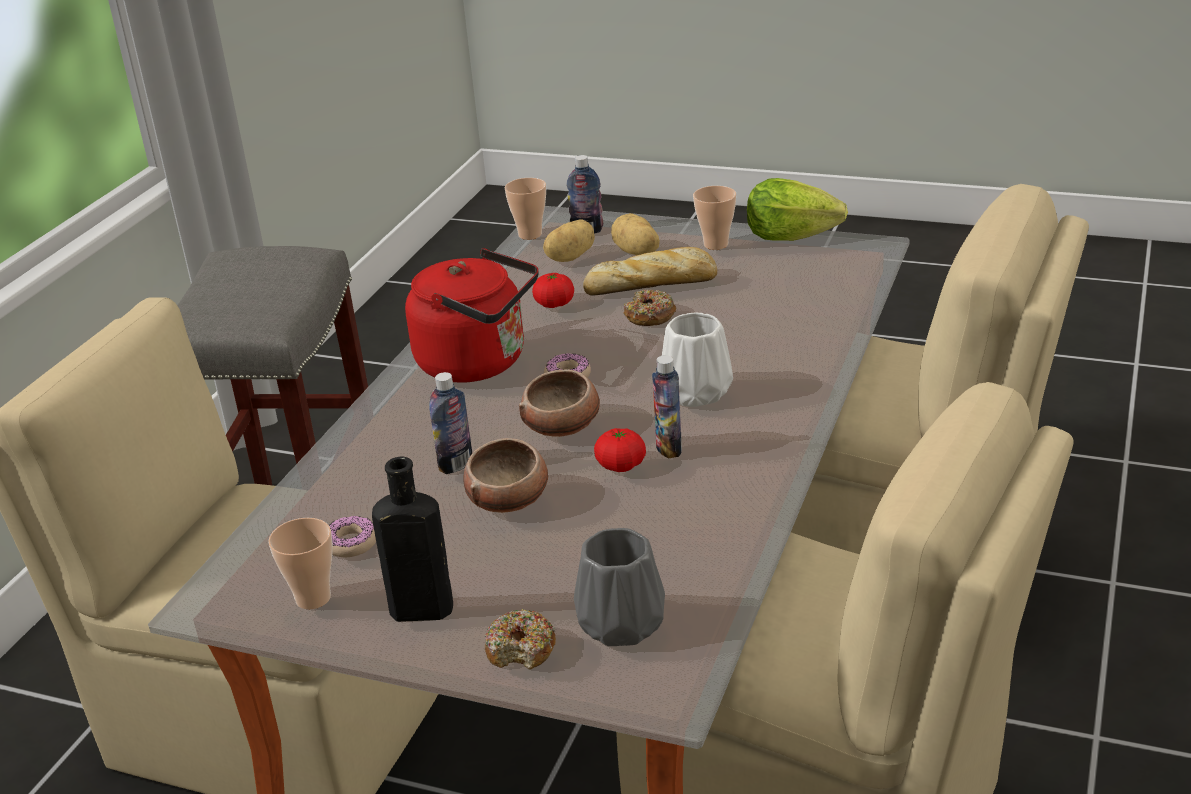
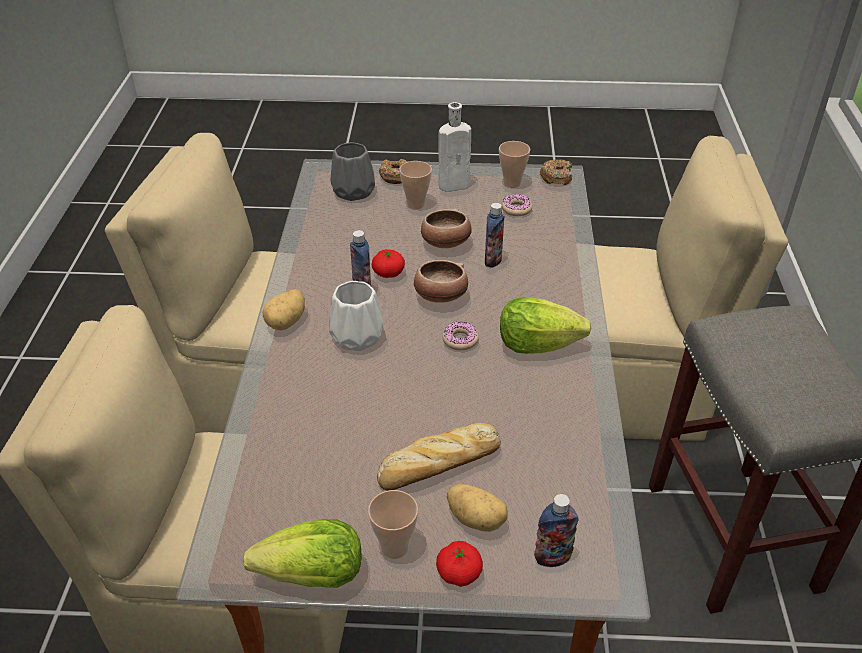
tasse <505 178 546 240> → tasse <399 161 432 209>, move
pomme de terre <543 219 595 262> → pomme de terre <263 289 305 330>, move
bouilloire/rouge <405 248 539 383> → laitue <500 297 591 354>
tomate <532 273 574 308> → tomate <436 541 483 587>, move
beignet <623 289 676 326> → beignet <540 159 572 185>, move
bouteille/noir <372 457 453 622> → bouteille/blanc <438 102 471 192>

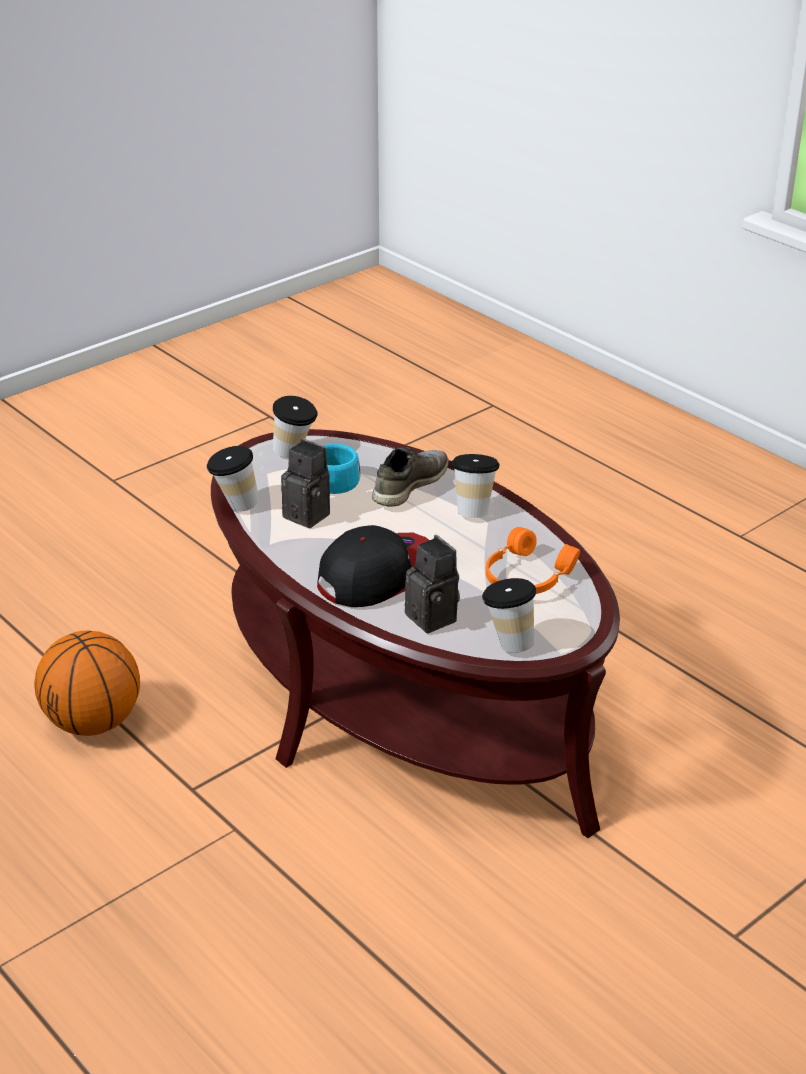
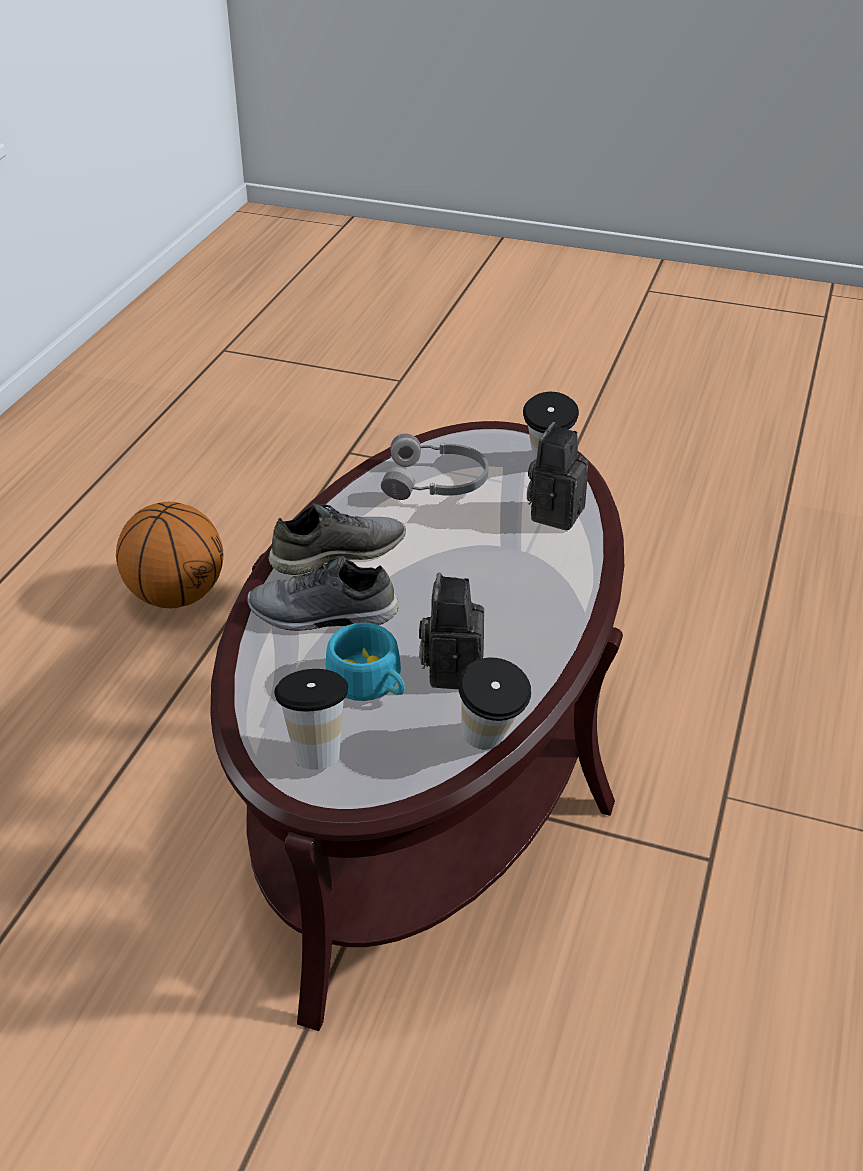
tasse <452 454 500 518> → chaussure/gris <268 503 406 575>
casquette <317 525 429 607> → -
casque audio/orange <486 527 580 594> → casque audio/gris <381 433 489 500>
ballon de basket <34 631 140 736> → ballon de basket <116 502 223 608>, move

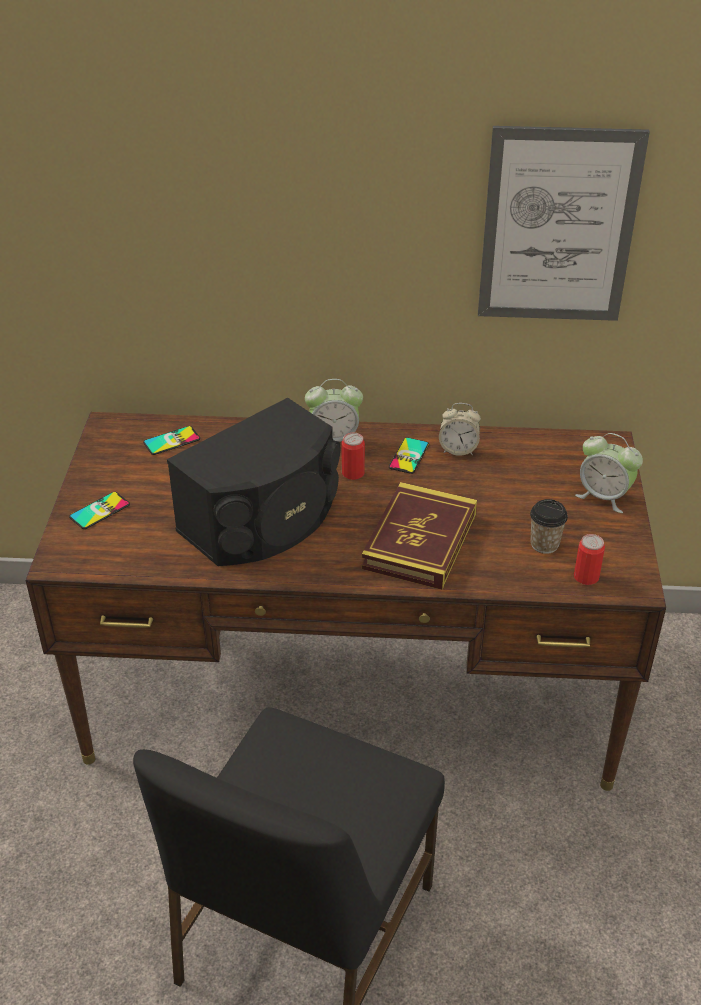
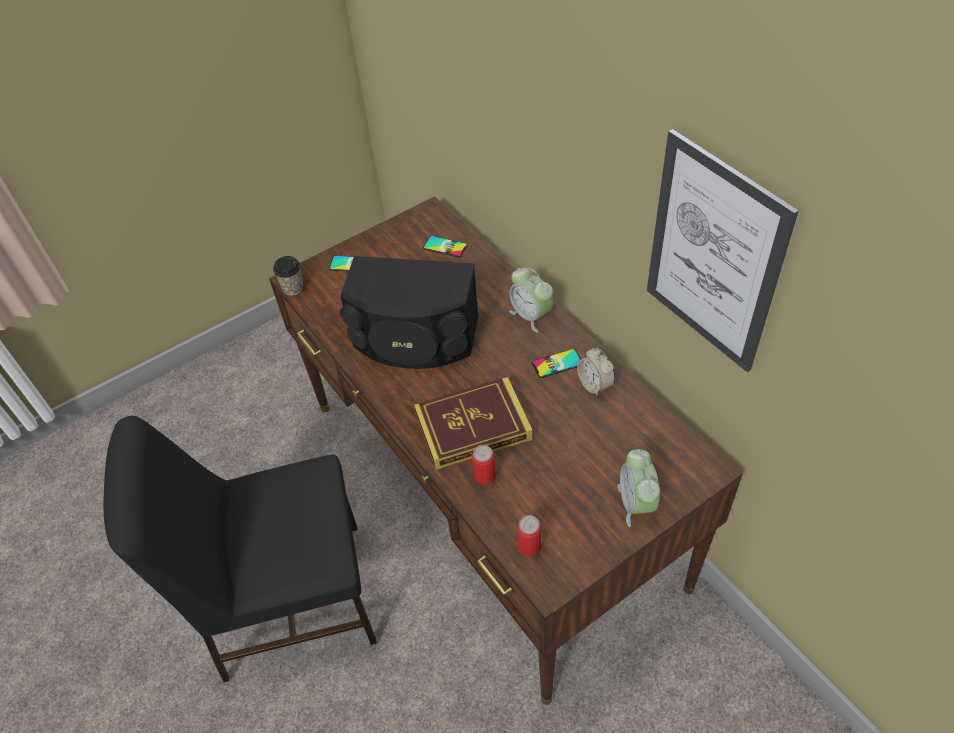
boîte métallique <342 433 365 480> → boîte métallique <472 445 496 485>, move
tasse <530 499 568 554> → tasse <273 256 303 296>, move

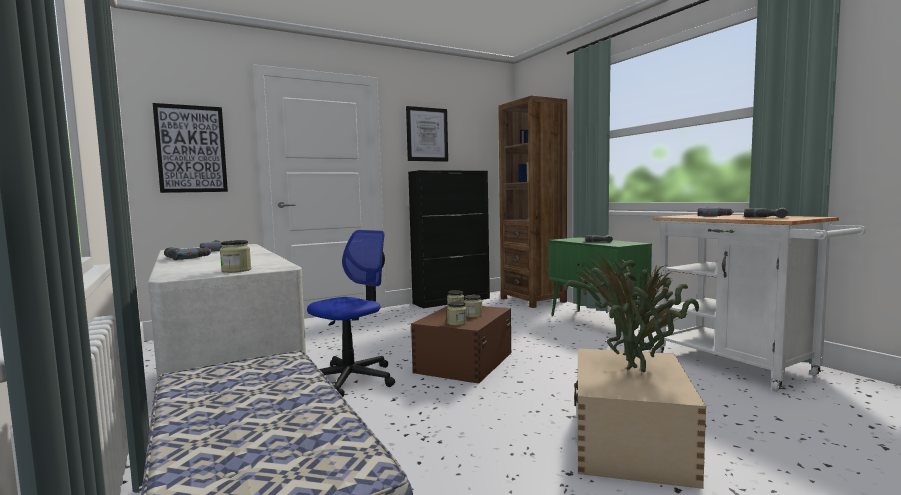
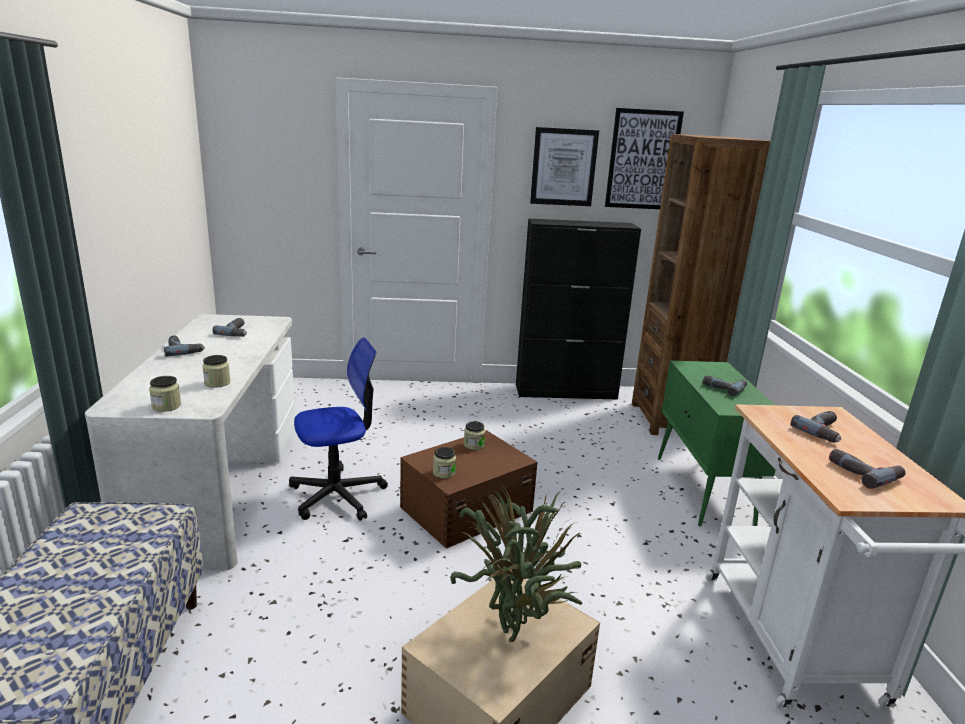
tableau <153 103 228 193> → tableau <605 108 684 209>, move
bocal <464 295 482 318> → bocal <202 355 231 388>, move

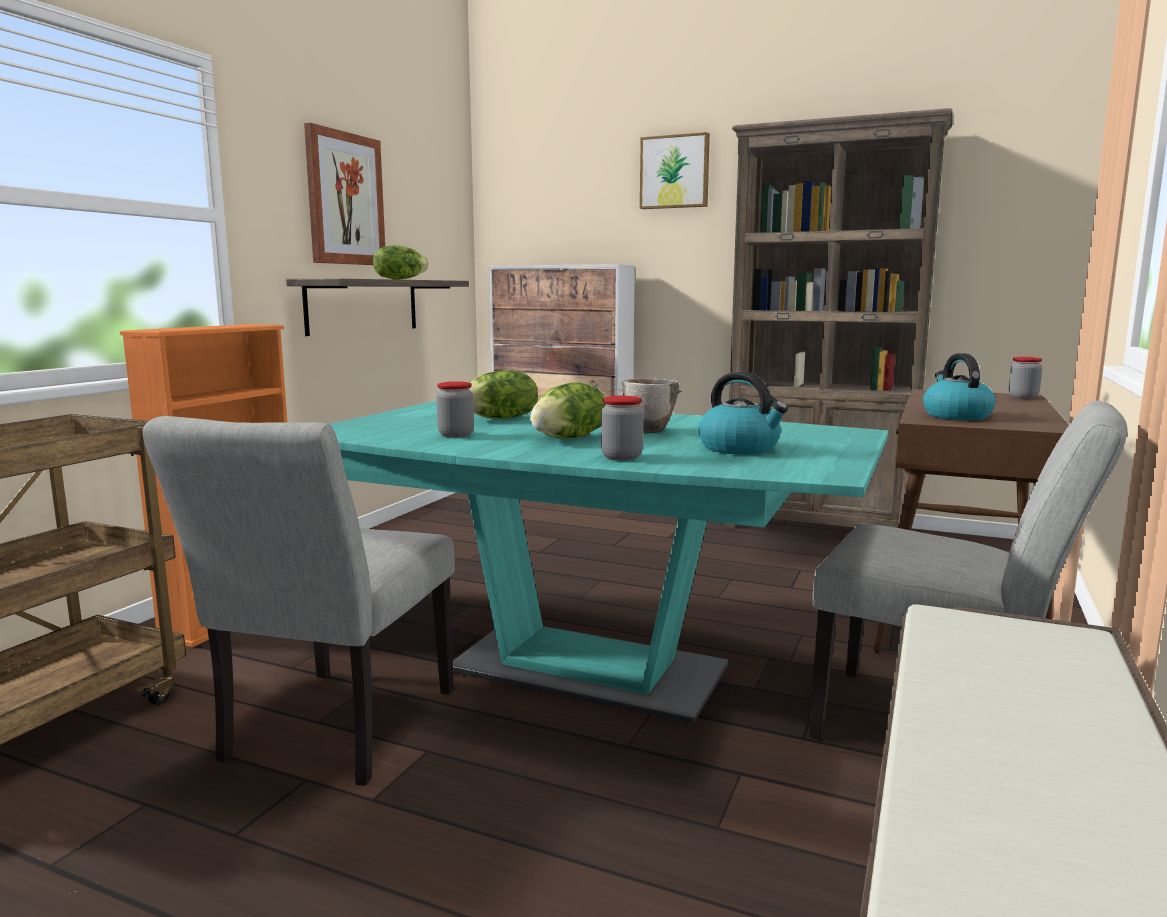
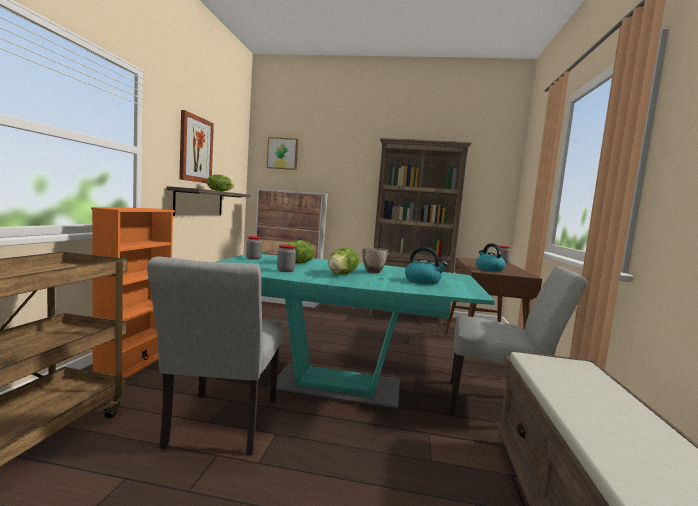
tableau <640 132 710 209> → tableau <267 137 298 170>, move
bocal <601 395 643 461> → bocal <246 236 262 260>, move

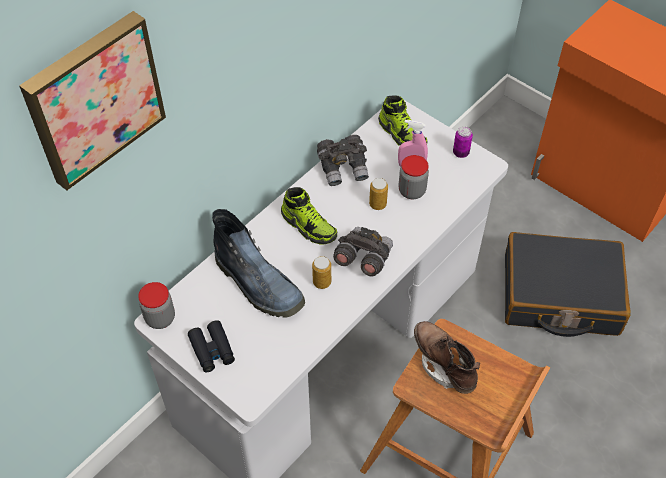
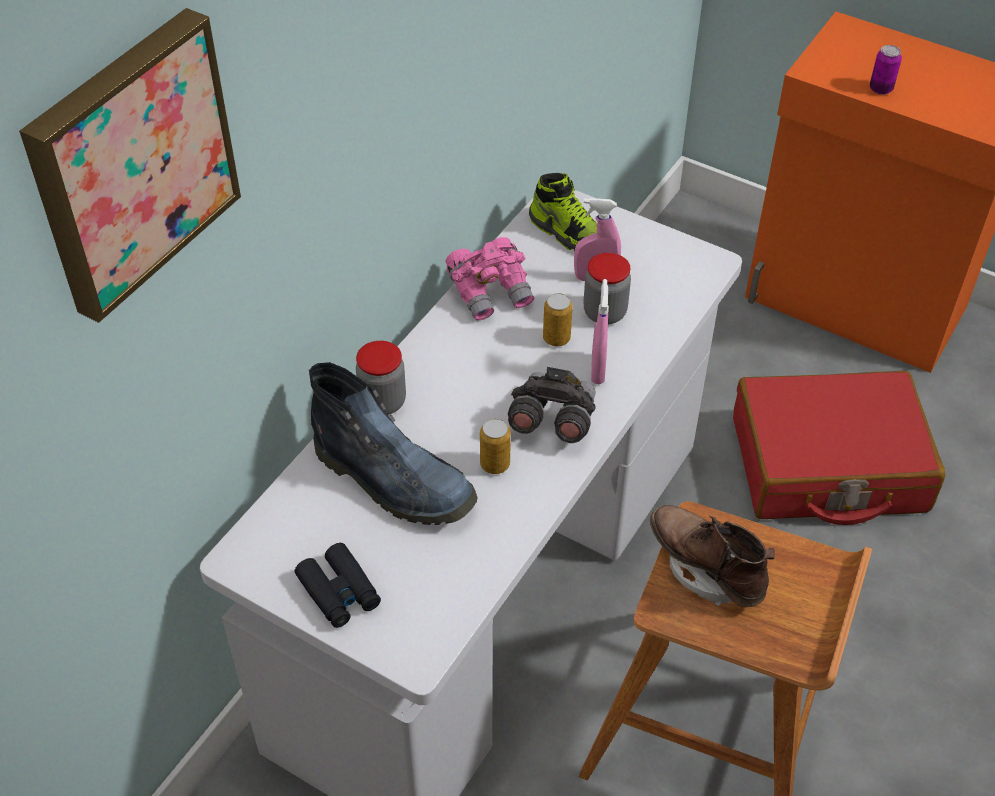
boîte métallique <453 126 473 158> → boîte métallique <870 45 902 95>, move
jumelles/gris <317 135 369 186> → jumelles/rose <446 237 534 320>
chaussure <281 187 337 245> → -
valise/noir <505 232 631 337> → valise/rouge <733 370 945 525>
bocal <138 282 175 329> → bocal <356 341 406 415>, move
- → vaporisateur/rose <591 279 609 384>

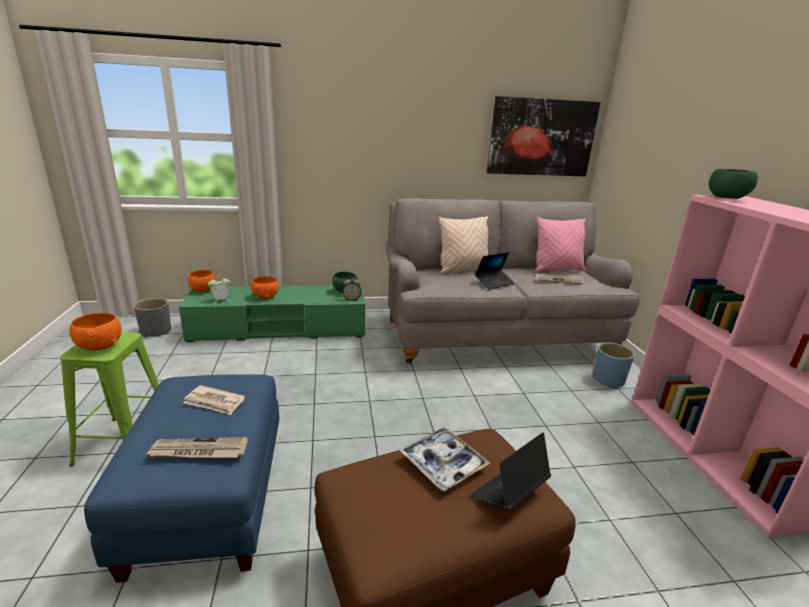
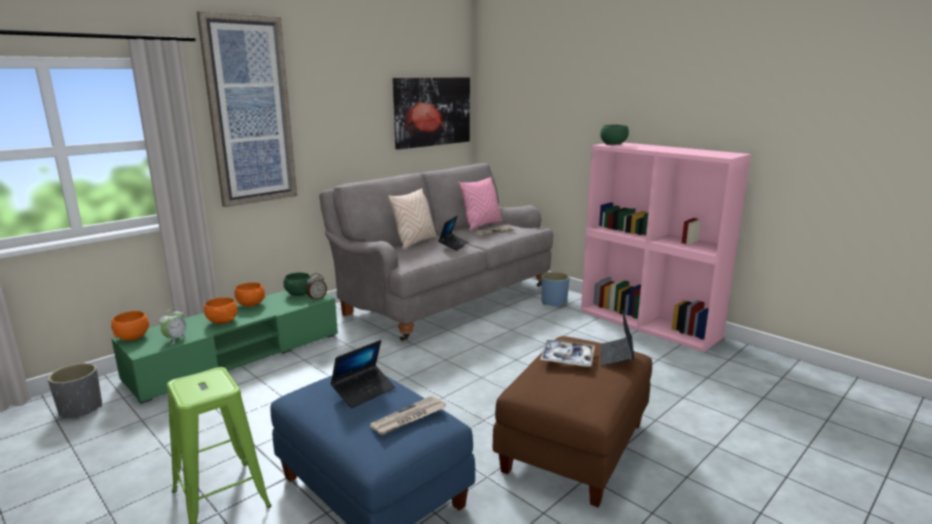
bol/orange <69 313 122 351> → bol/orange <235 282 266 307>, move
journal <183 385 245 415> → ordinateur portable <331 340 395 408>
- → tableau <197 11 297 207>

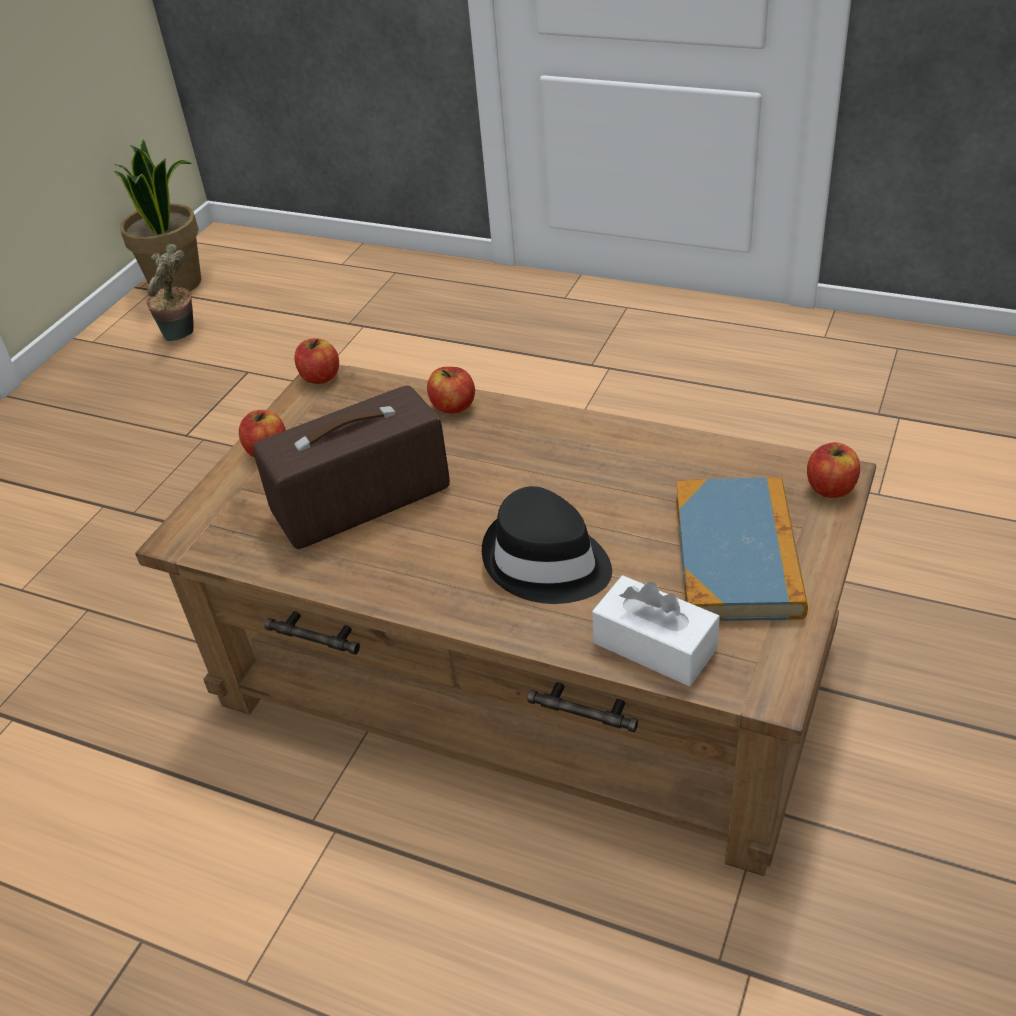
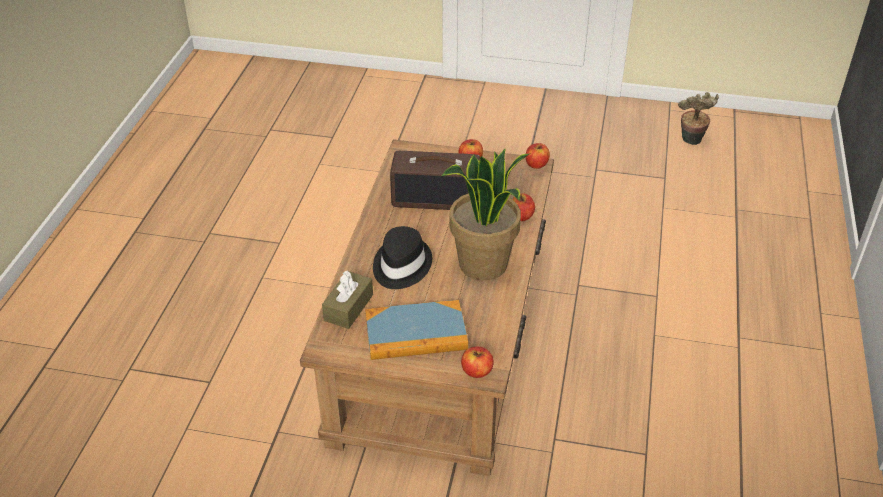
plante en pot <114 139 201 291> → plante en pot <442 149 529 280>, move
radio <253 386 450 549> → radio <390 151 480 210>, 135 degrees clockwise
boîte à mouchoirs/blanc <592 575 720 686> → boîte à mouchoirs/marron <322 271 373 329>

